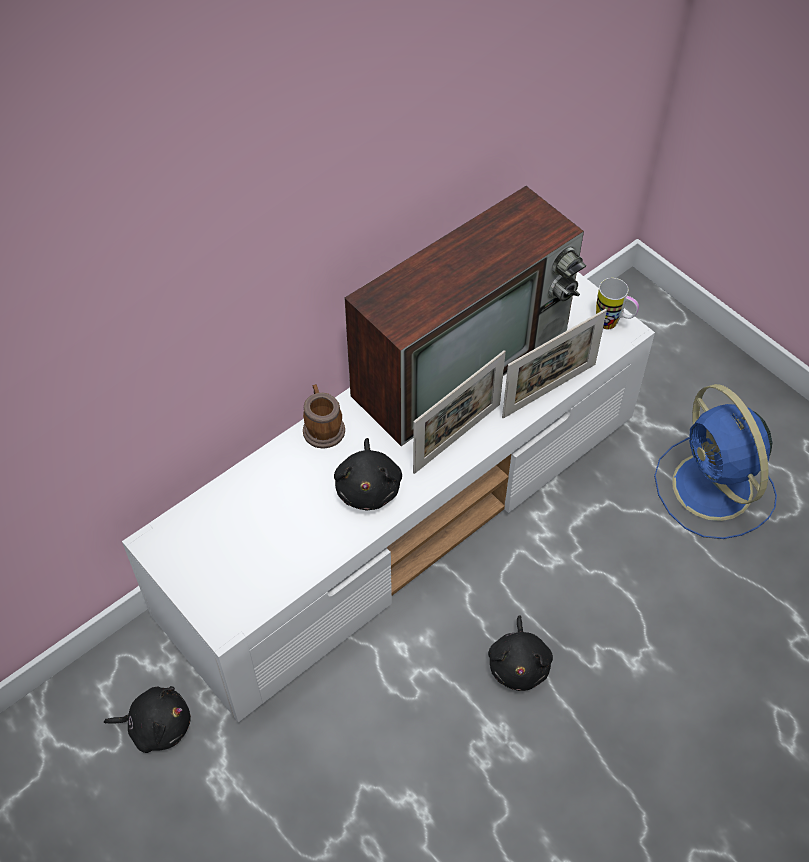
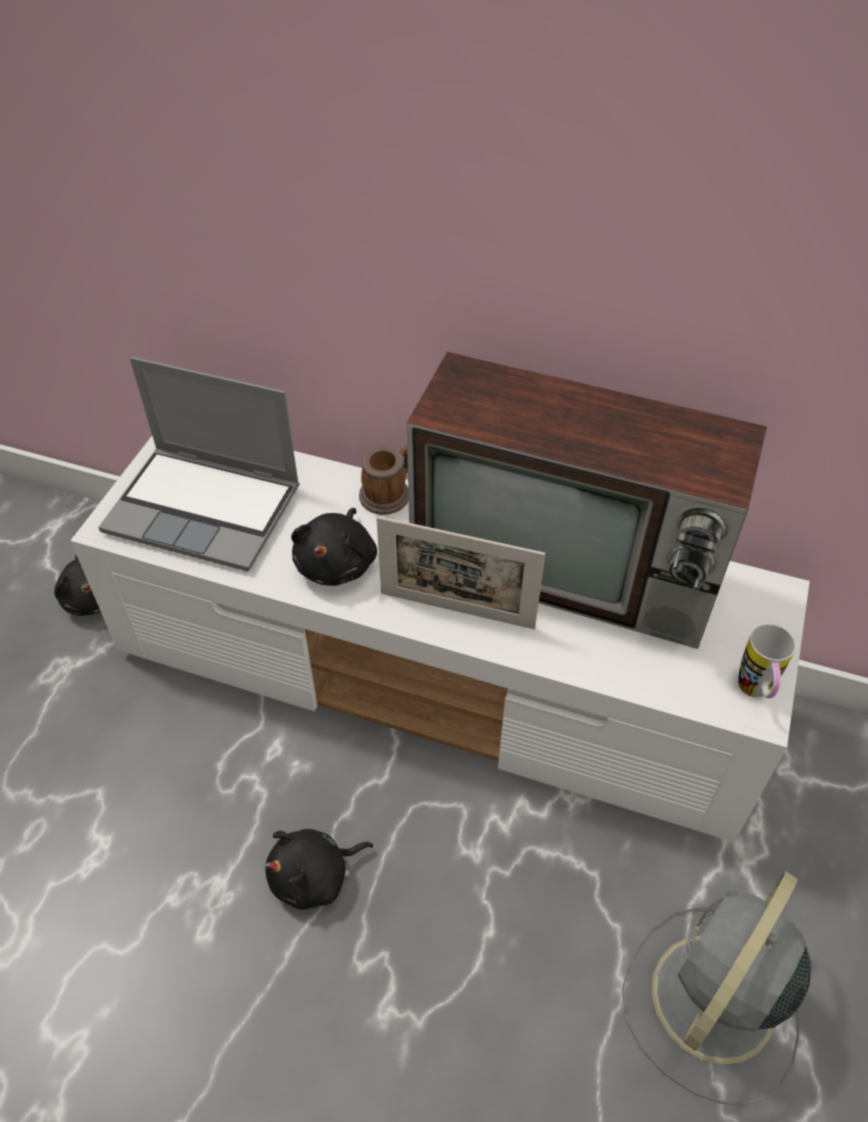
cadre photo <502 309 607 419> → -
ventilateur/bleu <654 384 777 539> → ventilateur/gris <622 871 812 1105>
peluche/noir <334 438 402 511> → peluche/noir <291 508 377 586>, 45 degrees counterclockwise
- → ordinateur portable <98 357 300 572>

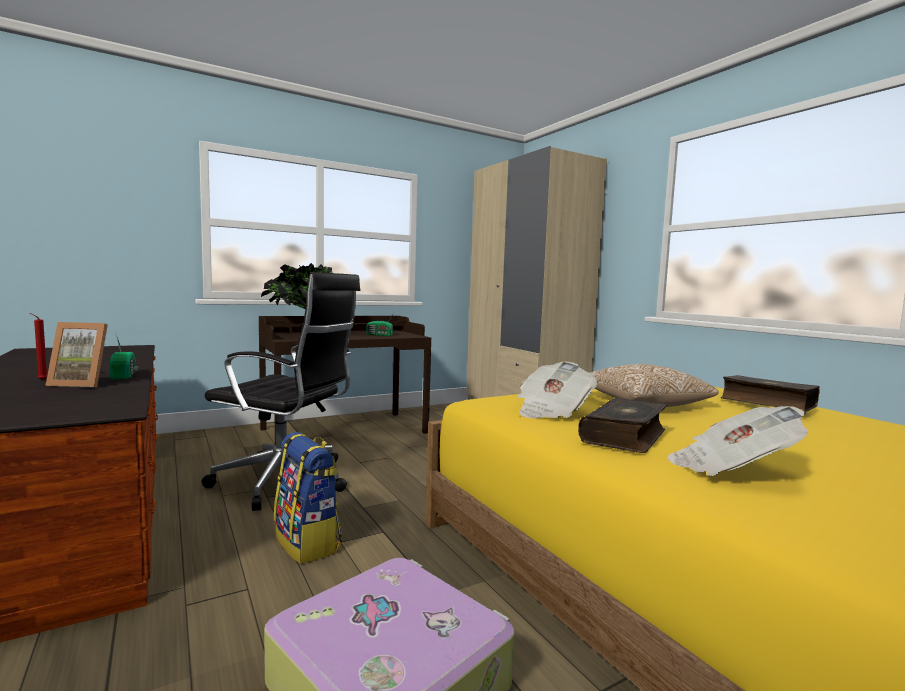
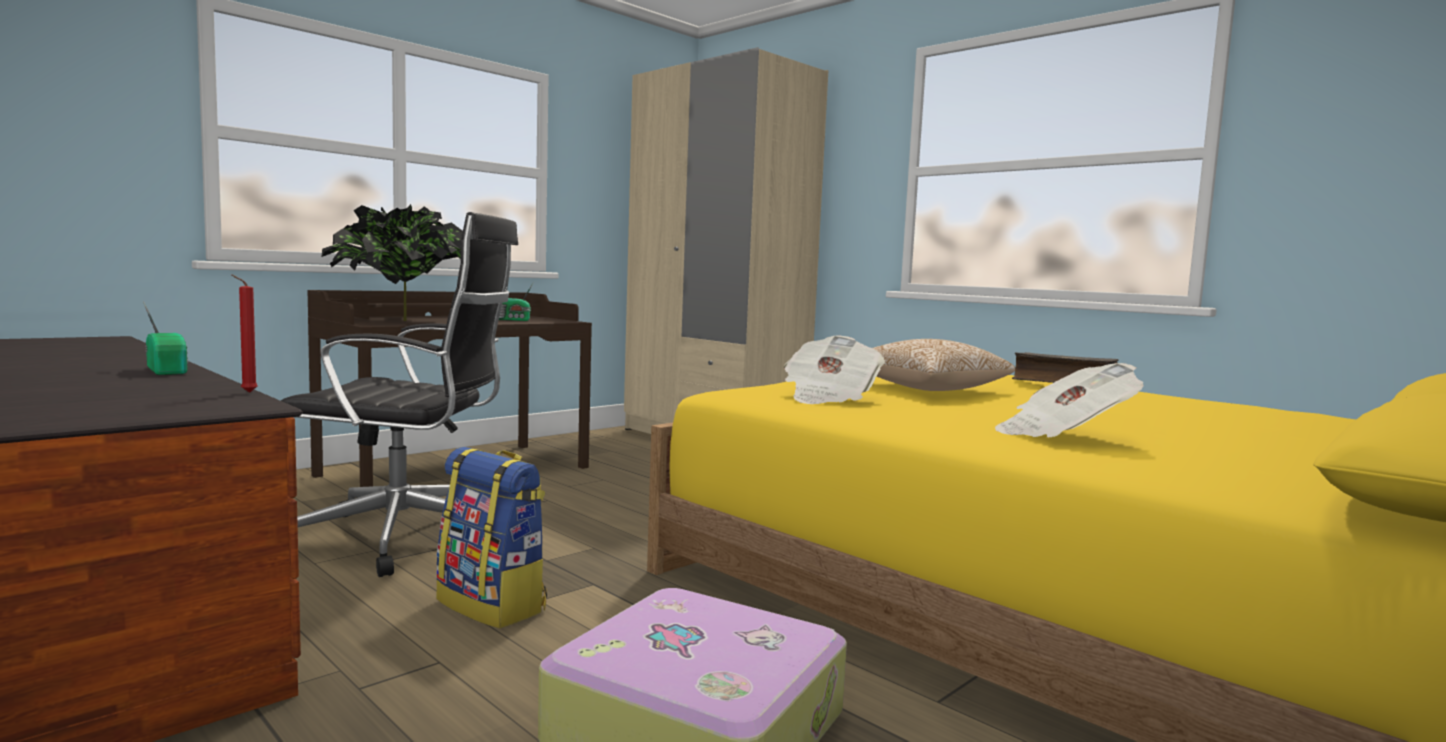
bougie/rouge <30 313 47 380> → bougie/rouge <232 275 258 393>, move
cadre photo <45 322 108 388> → -
livre <578 398 667 453> → -

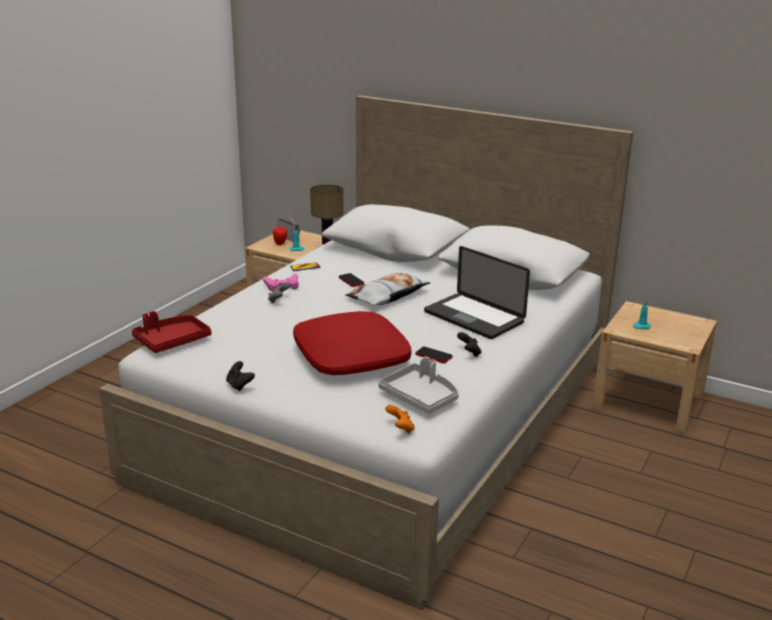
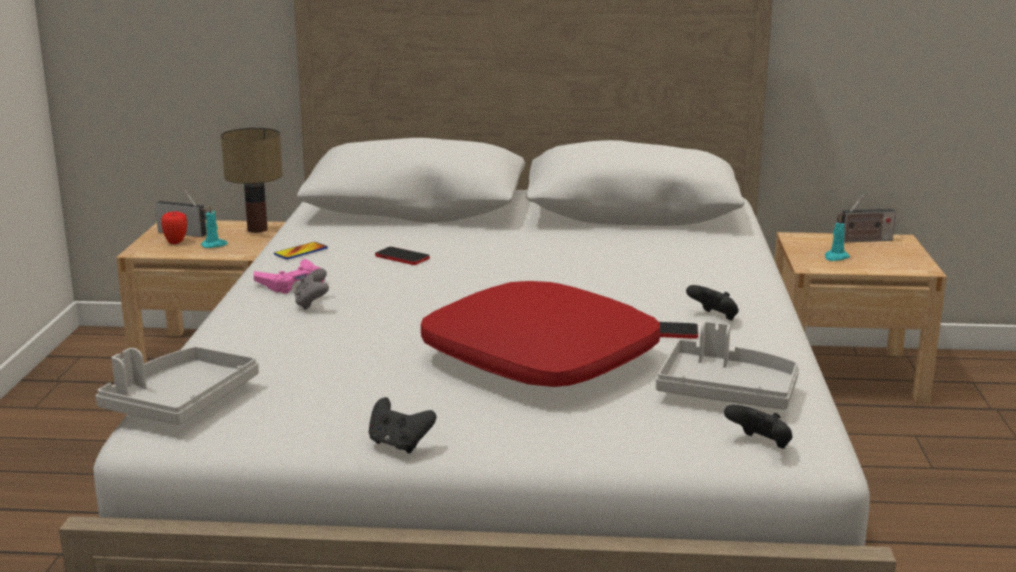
ordinateur portable <424 246 530 339> → -
coussin <345 273 431 306> → -
plateau/rouge <132 311 211 353> → plateau/gris <96 347 259 425>
manette/orange <385 405 415 434> → manette/noir <724 404 792 449>
- → radio <837 194 896 243>

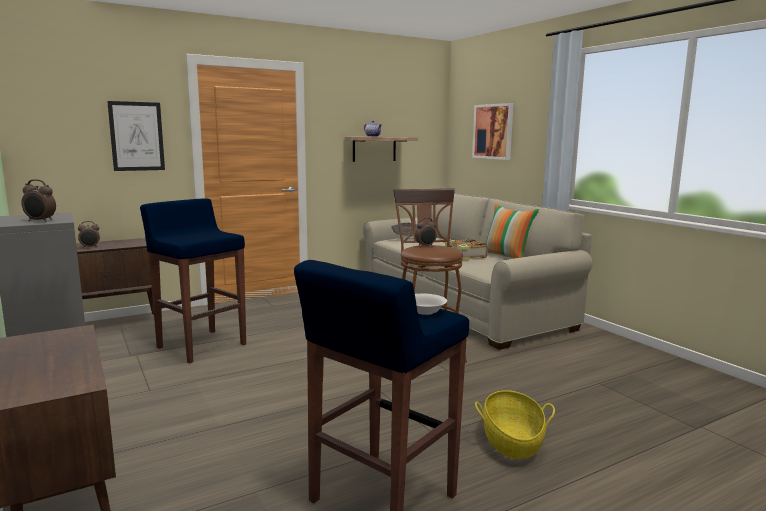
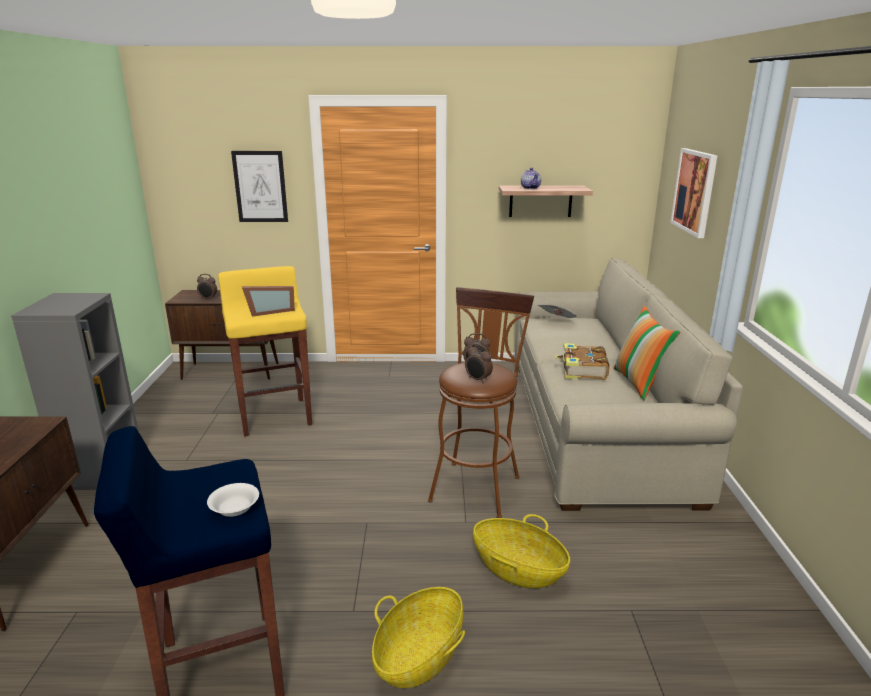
réveil <21 179 56 222> → réveil <465 344 493 383>, move
tabouret/bleu <140 198 246 363> → tabouret/jaune <218 266 312 437>
- → cadre photo <242 286 295 317>
- → panier <473 514 570 588>

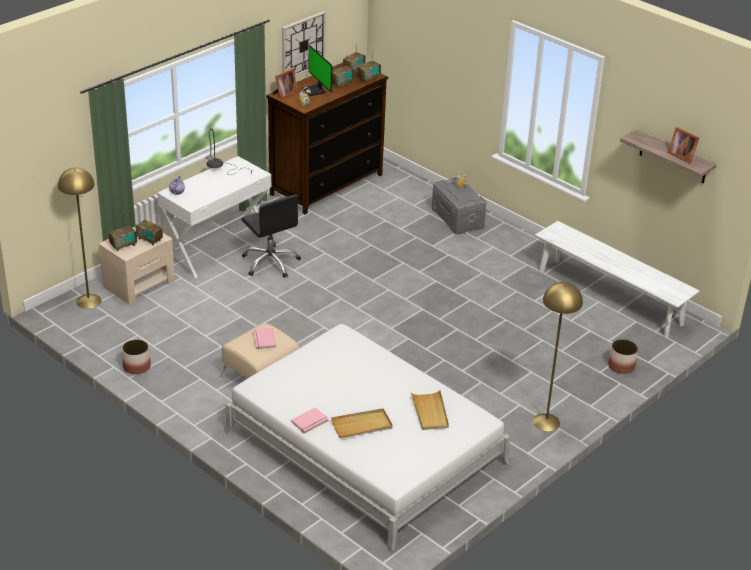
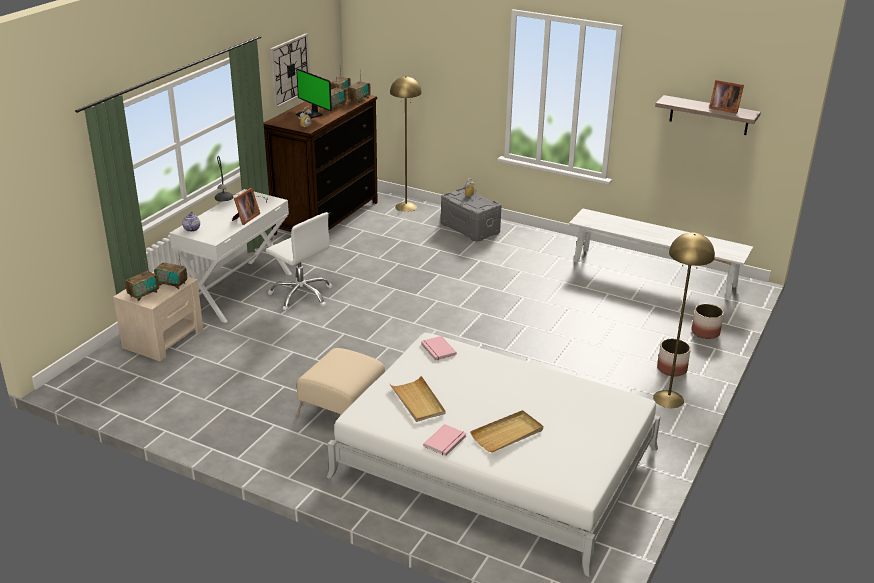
cadre photo <272 68 298 99> → cadre photo <232 188 260 225>, move
lampadaire/jaune <58 168 101 309> → lampadaire/jaune <390 76 422 212>, move
chaise de bureau/noir <241 194 301 278> → chaise de bureau/blanc <266 212 332 311>
livre/rose <253 328 276 349> → livre/rose <421 336 457 361>, move
cache-pot <122 339 151 374> → cache-pot <657 339 691 376>, move
plateau/beige <411 390 449 430> → plateau/beige <390 376 445 422>, move

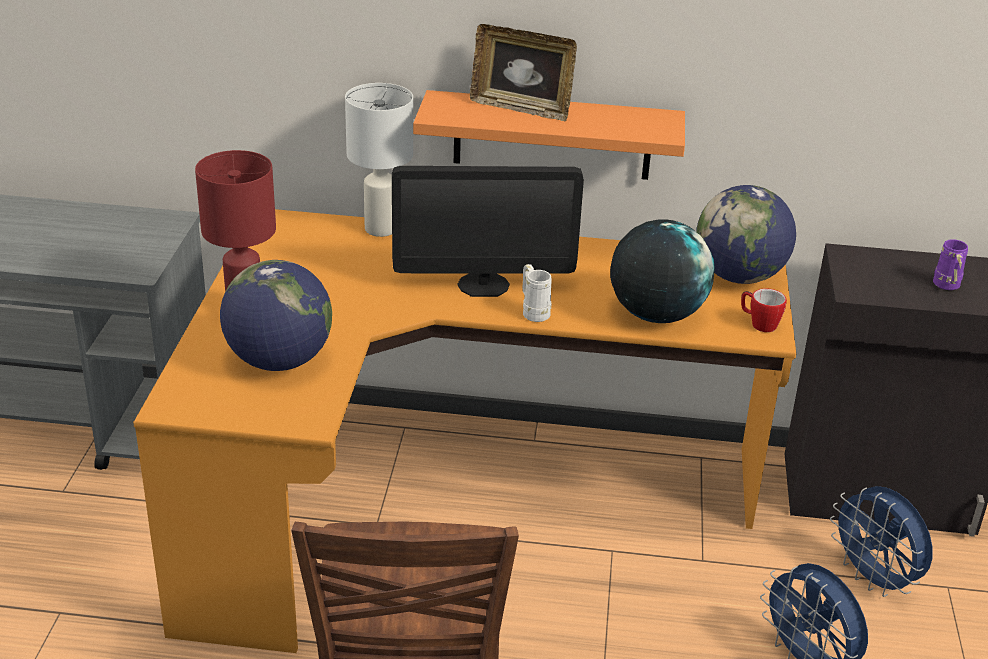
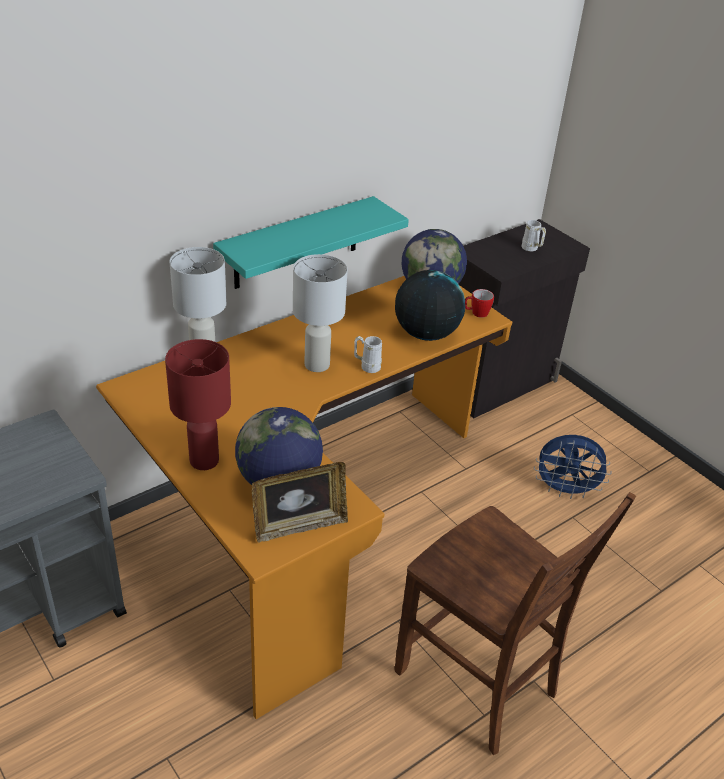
cadre photo <470 24 577 121> → cadre photo <252 462 348 542>, move
étagère/orange <413 90 685 180> → étagère/turquoise <213 196 409 289>
écran d'ordinateur <392 166 584 297> → lampe de table/blanc <293 254 348 372>
mug/violet <933 239 968 290> → mug/blanc <522 220 546 252>
ventilateur/bleu <830 486 933 597> → -

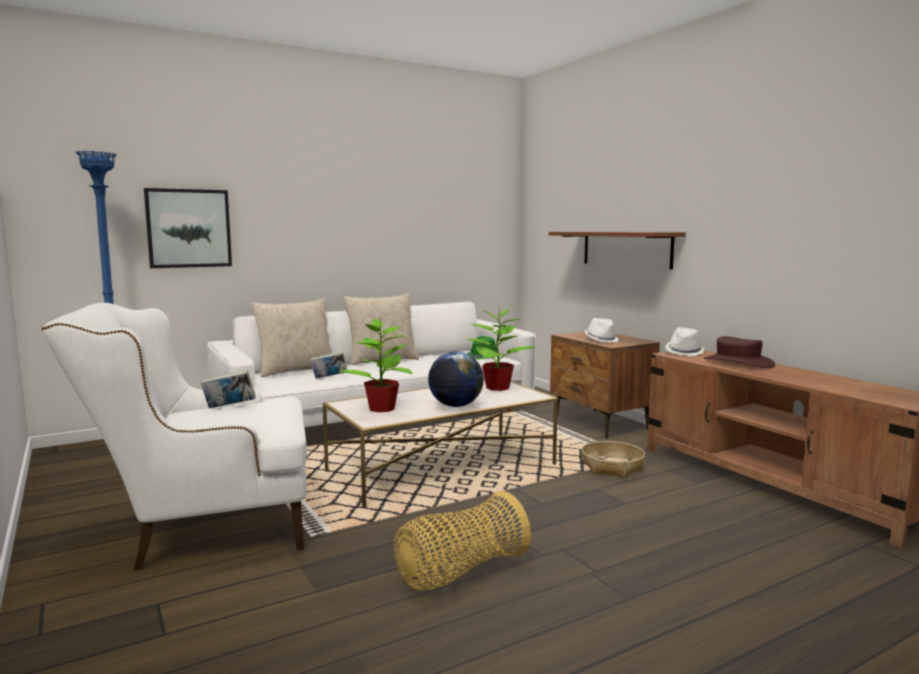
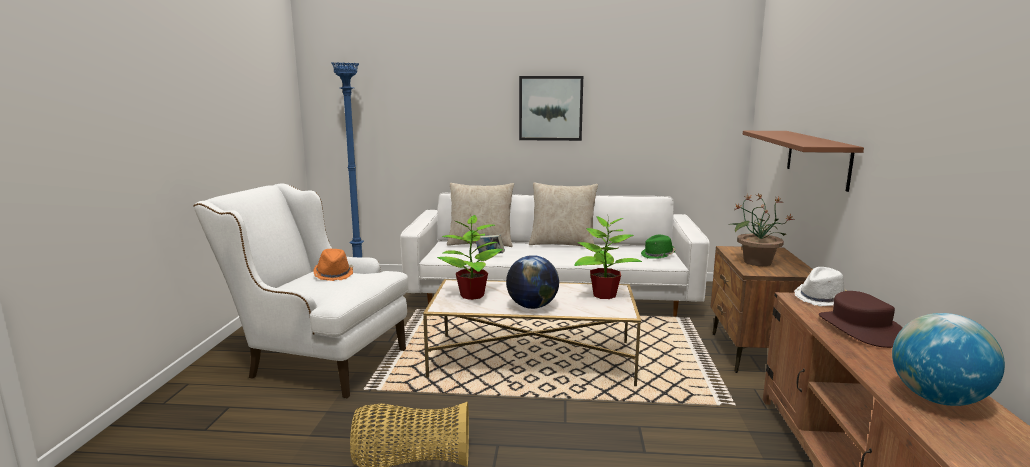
tableau <144 188 232 268> → tableau <519 76 583 141>, move
chapeau/blanc <585 318 619 343> → plante en pot <729 193 795 266>
livre <201 370 256 409> → chapeau/orange <314 249 353 281>
panier <581 441 645 477> → -
- → globe <892 313 1005 406>

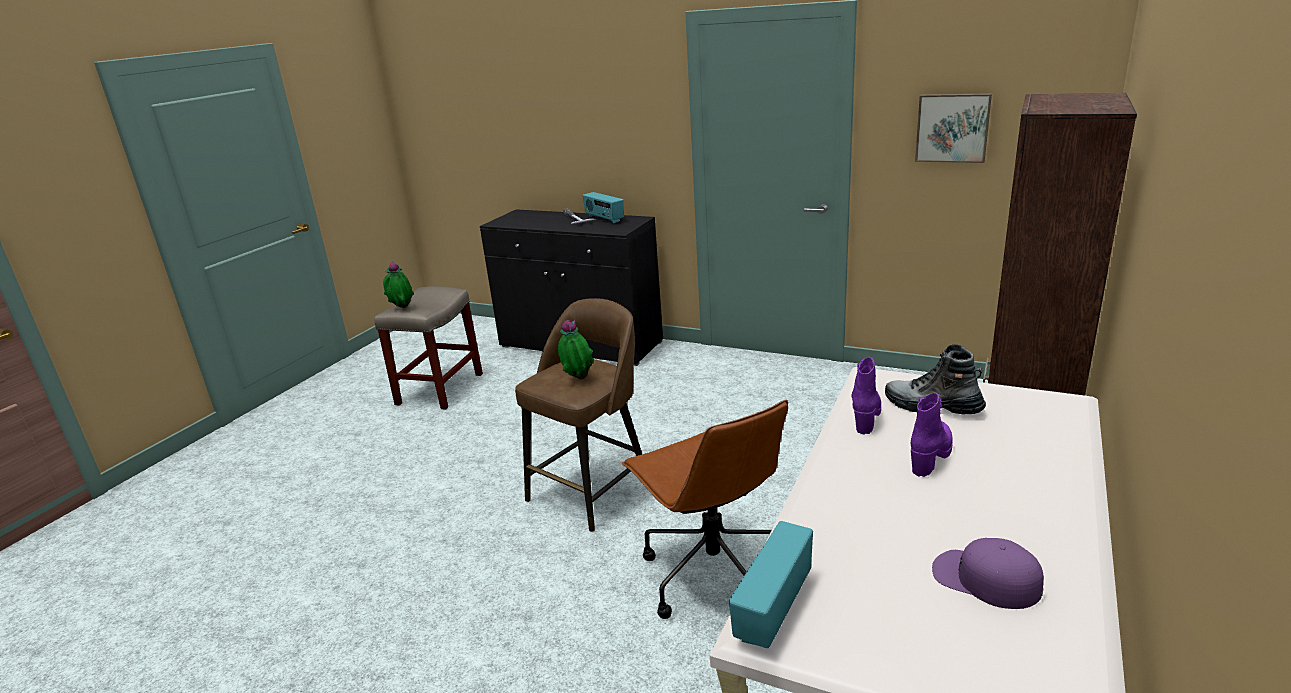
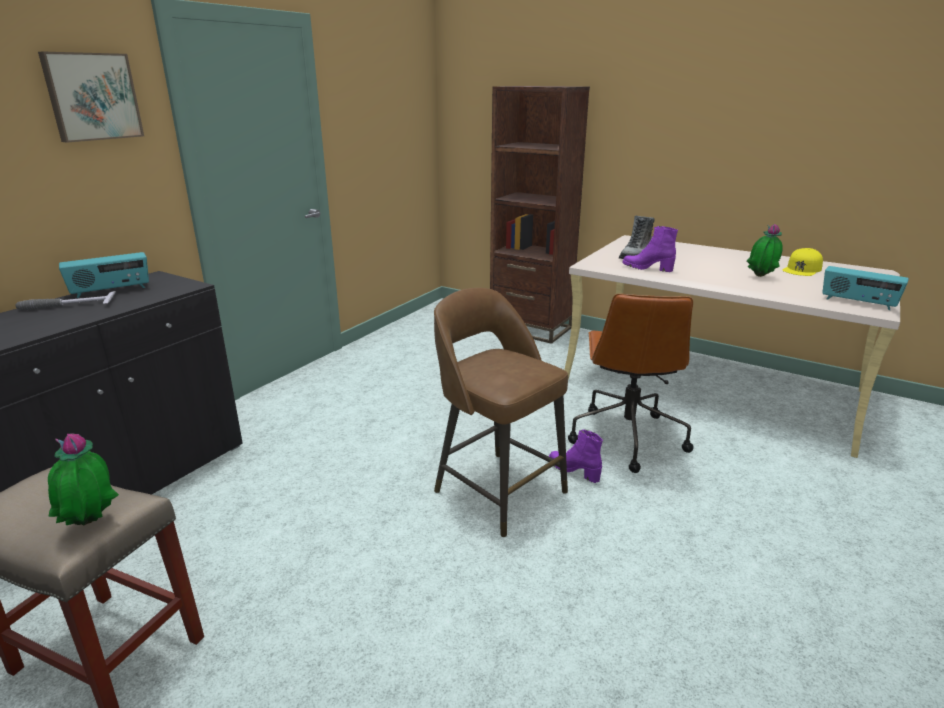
tableau <915 93 992 163> → tableau <38 52 144 143>, move
plante en pot <558 320 594 379> → plante en pot <747 224 783 277>, move
botte/violet <911 393 953 477> → botte/violet <549 429 603 483>, move
chaise de bureau/marron <622 400 788 619> → chaise de bureau/marron <568 294 694 473>, 120 degrees clockwise
casquette/violet <932 538 1044 609> → casquette/jaune <783 248 823 276>

